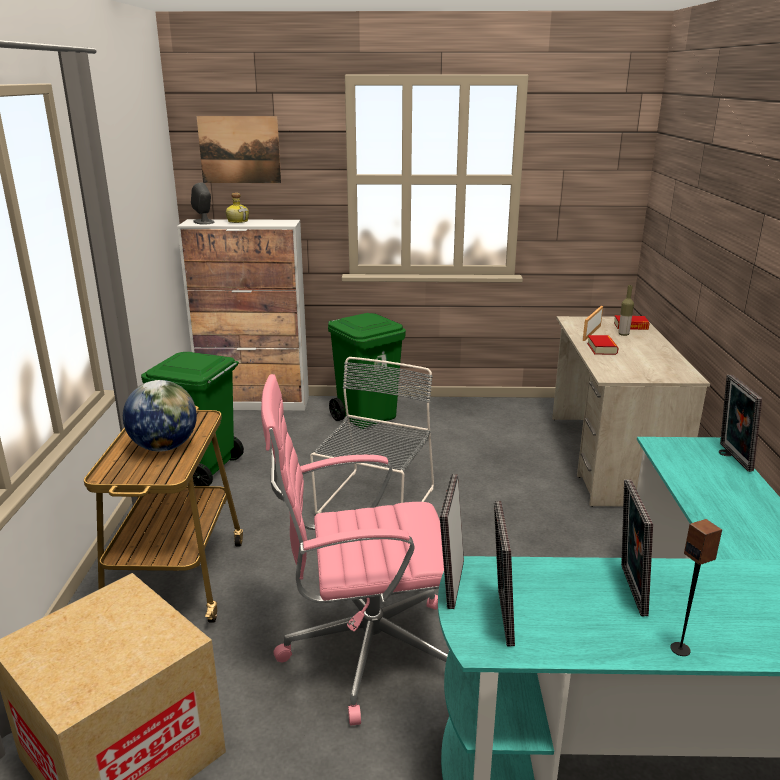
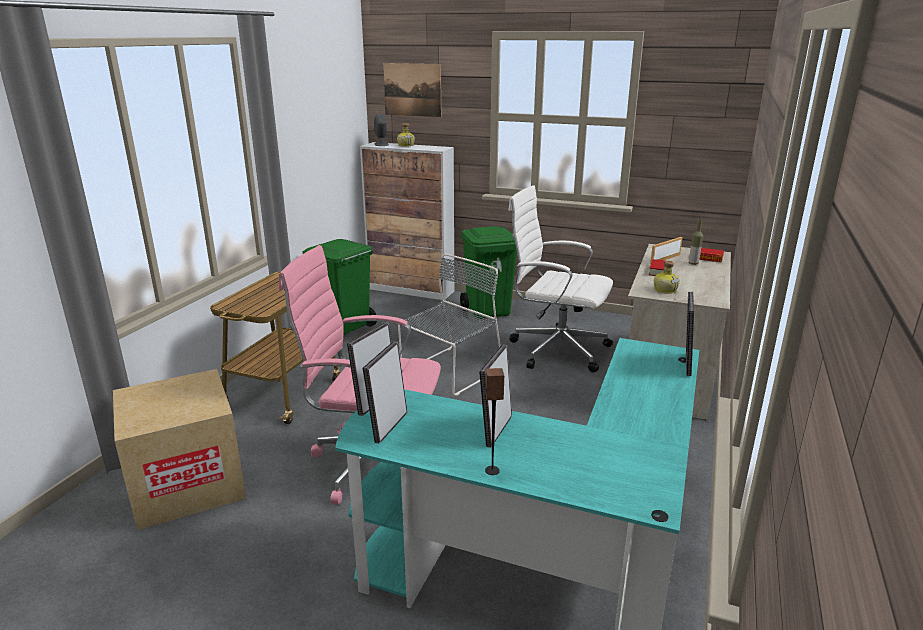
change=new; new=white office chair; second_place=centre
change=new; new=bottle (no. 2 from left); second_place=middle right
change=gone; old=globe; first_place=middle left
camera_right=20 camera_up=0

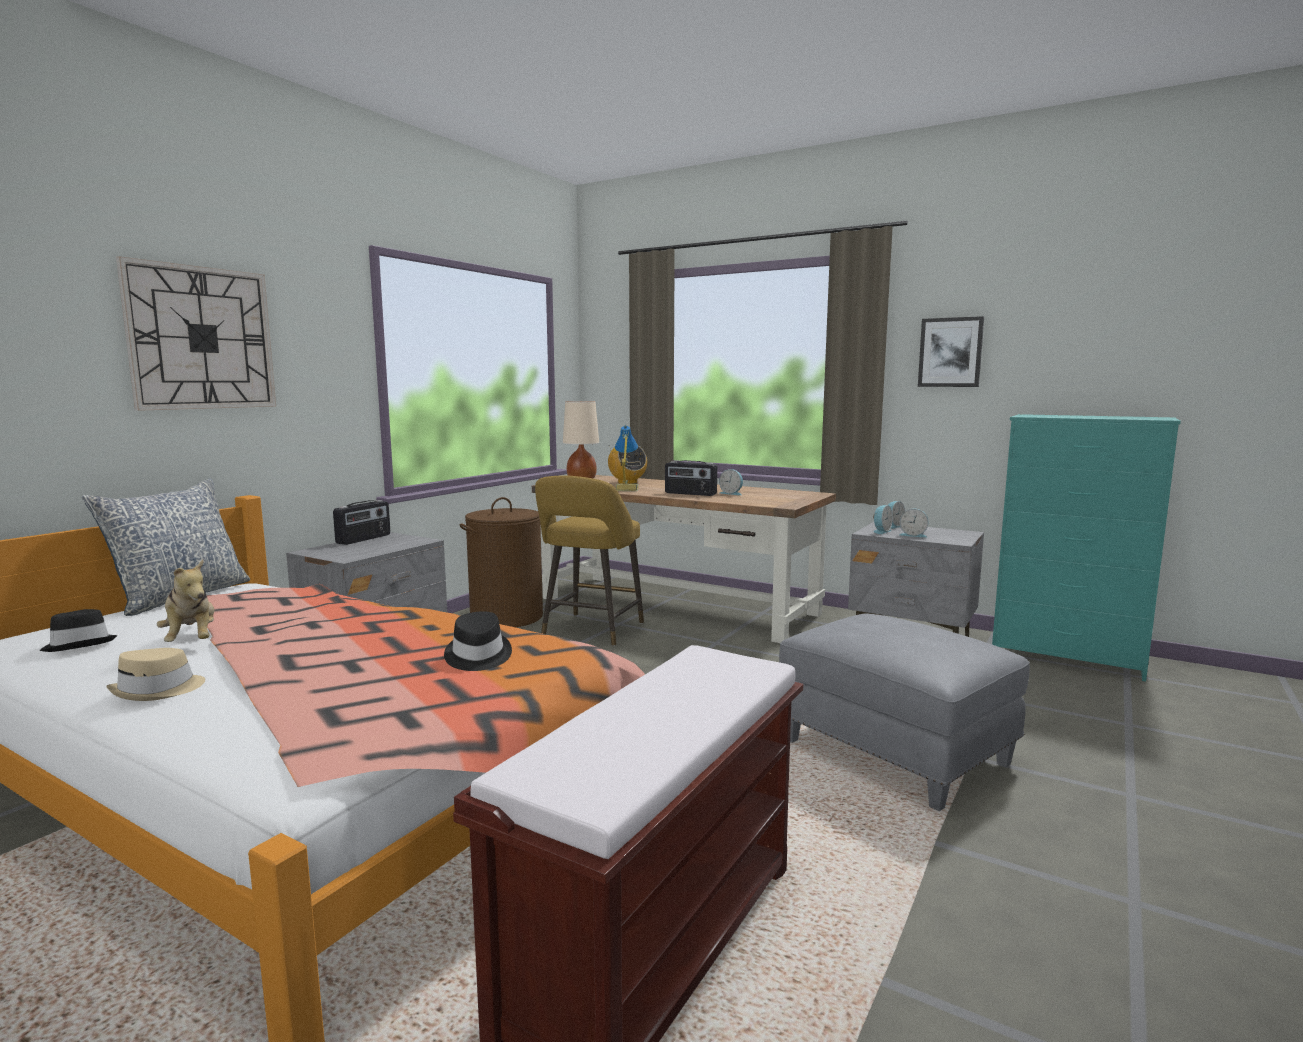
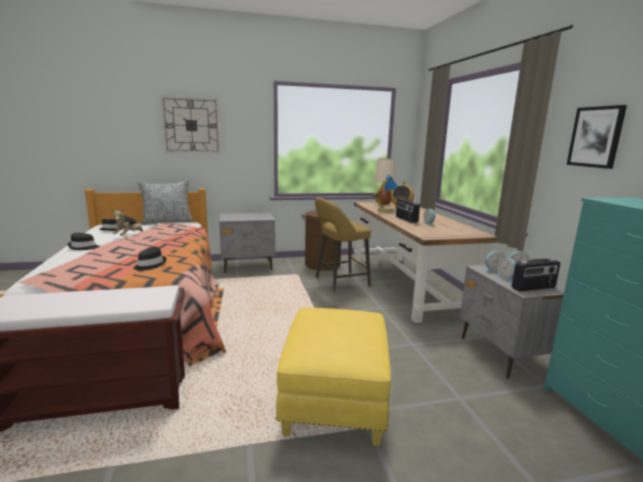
change=repainted; old=beige hat; new=black hat (no. 1 from left); first_place=middle left; second_place=middle left
change=repainted; old=grey ottoman; new=yellow ottoman; first_place=bottom right; second_place=bottom centre
change=shifted; old=radio (no. 1 from left in the first image); new=radio (no. 3 from left); first_place=middle left; second_place=middle right
camera_right=45 camera_up=5

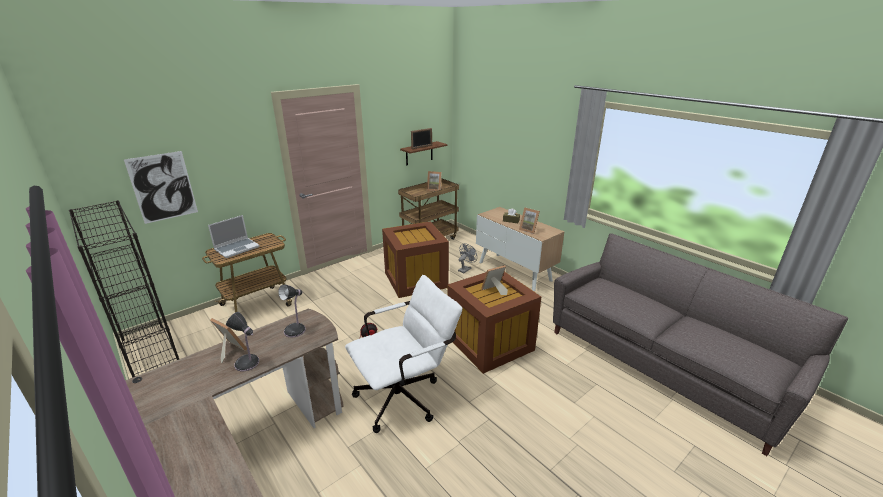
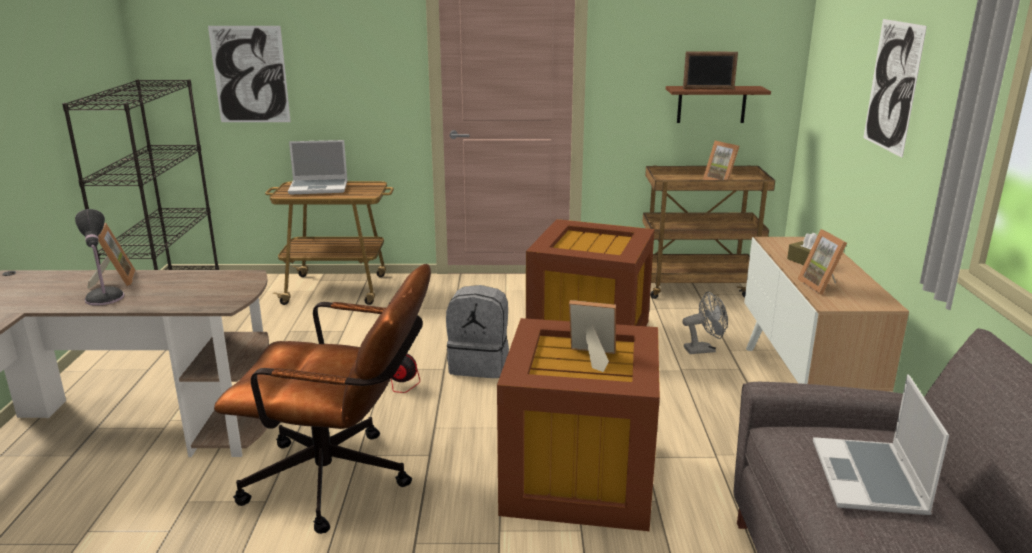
change=repainted; old=white office chair; new=brown office chair; first_place=bottom centre; second_place=bottom left
change=new; new=grey backpack; second_place=centre
change=new; new=laptop (no. 2 from left); second_place=bottom right
change=new; new=picture (no. 2 from left); second_place=top right
change=gone; old=table lamp (no. 2 from left); first_place=middle left
camera_right=40 camera_up=-5

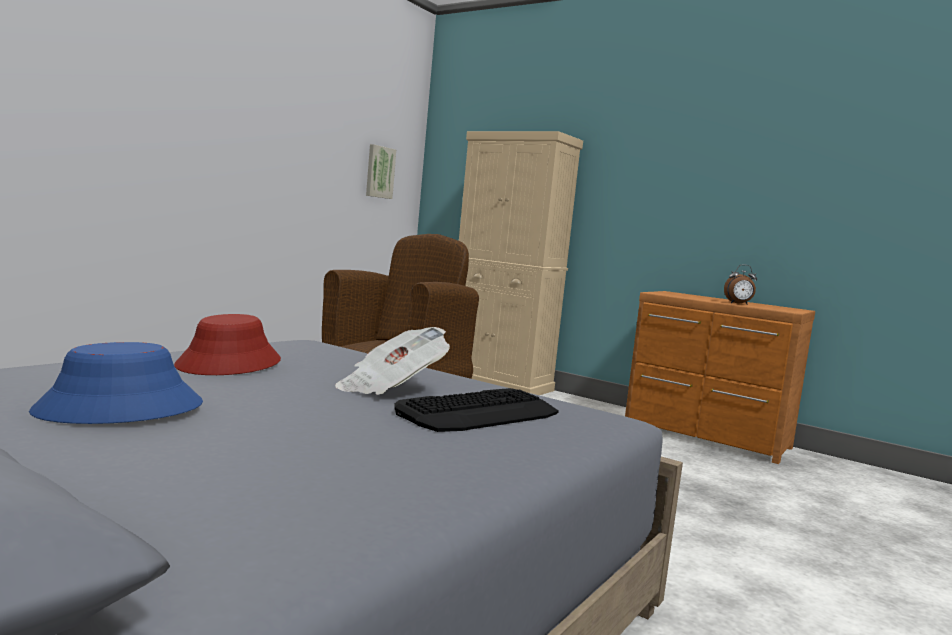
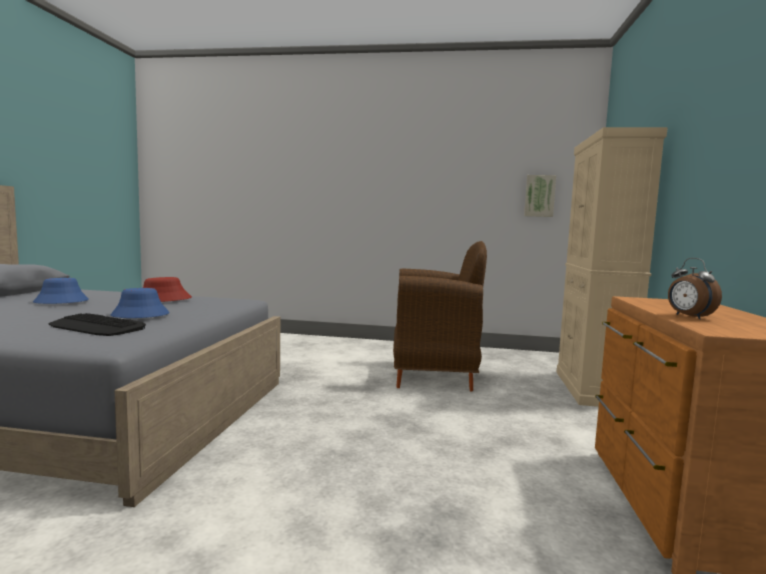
change=swapped; old=newspaper; new=blue hat (no. 2 from left); first_place=centre; second_place=middle left
camera_right=65 camera_up=0

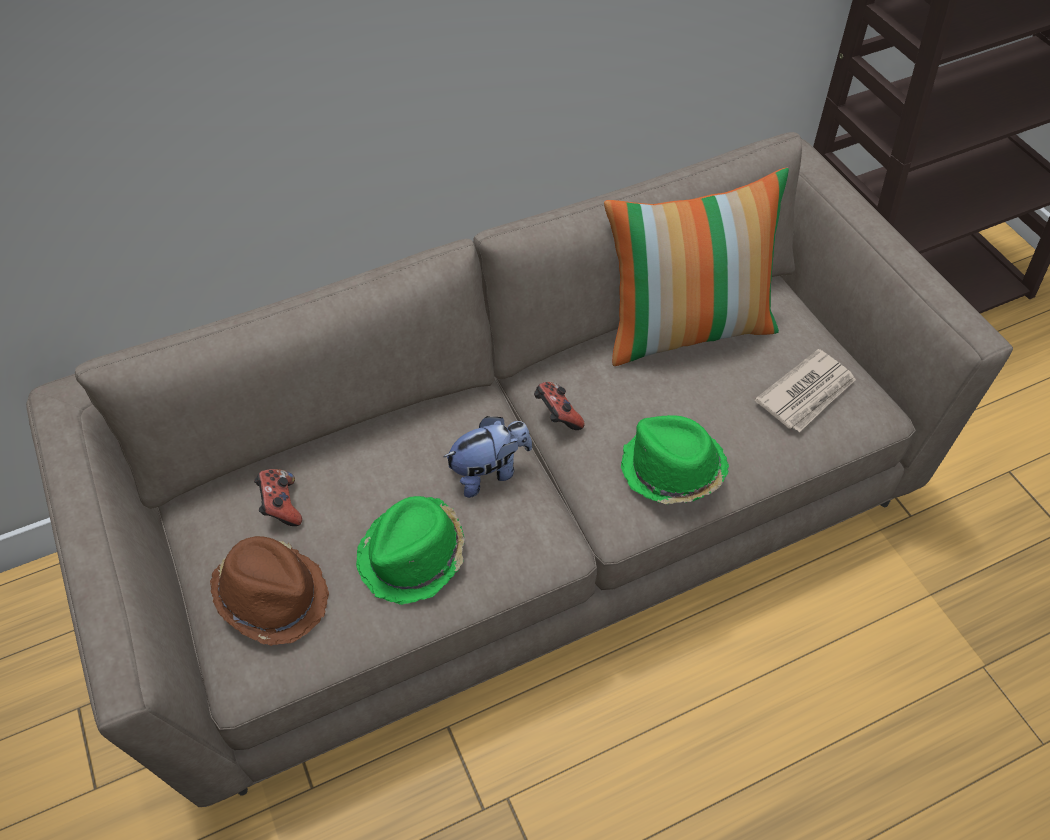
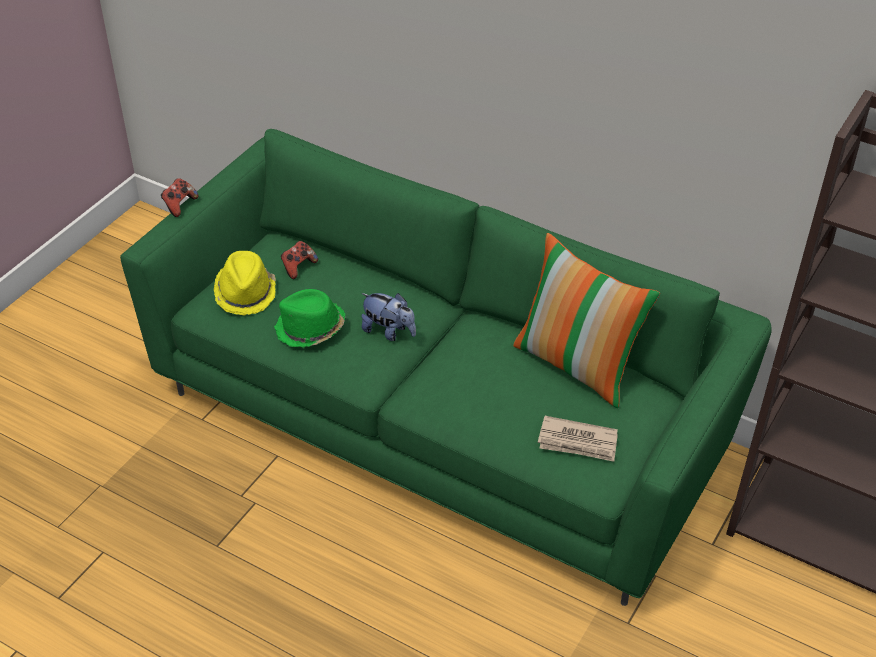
change=repainted; old=beige sofa; new=green sofa; first_place=centre; second_place=centre
change=shifted; old=game controller (no. 2 from left in the first image); new=game controller (no. 1 from left); first_place=centre; second_place=top left
change=repainted; old=brown hat; new=yellow hat; first_place=bottom left; second_place=middle left
change=gone; old=green hat (no. 2 from left); first_place=centre
camera_right=55 camera_up=-10

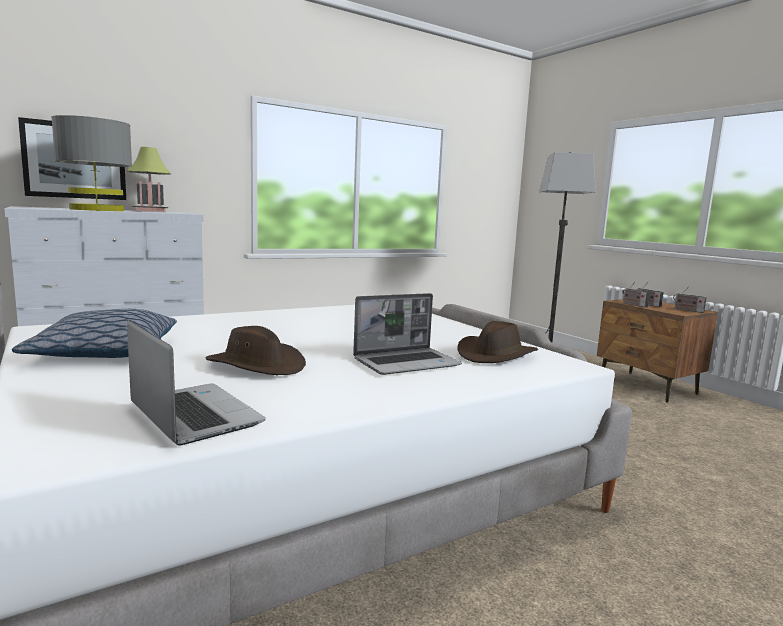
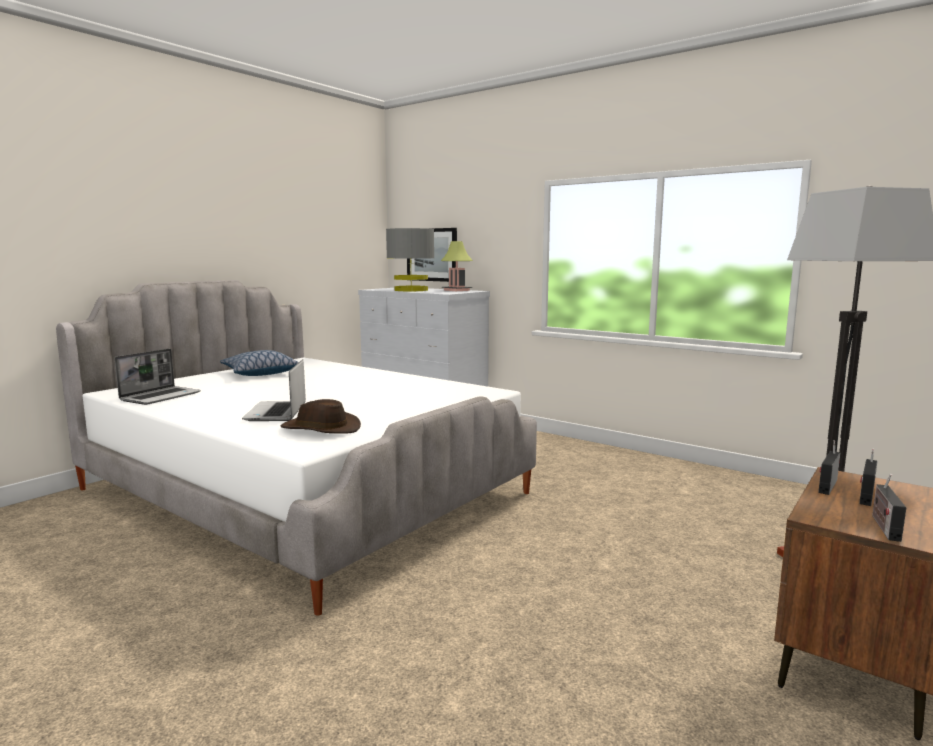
change=rotated; old=laptop (no. 2 from left); first_place=centre; second_place=middle left; degrees=45
change=gone; old=brown hat (no. 1 from left); first_place=middle left
camera_right=70 camera_up=0

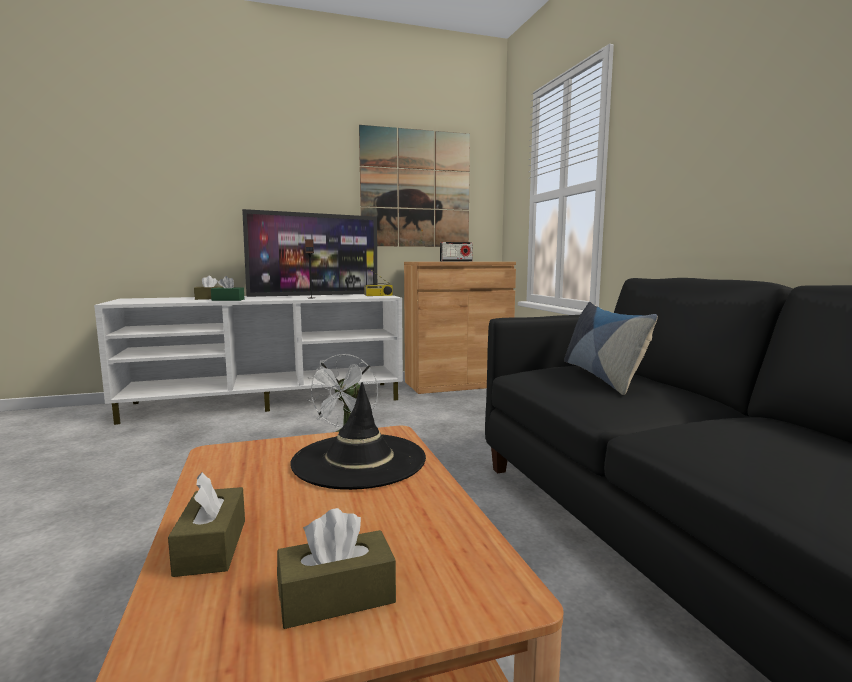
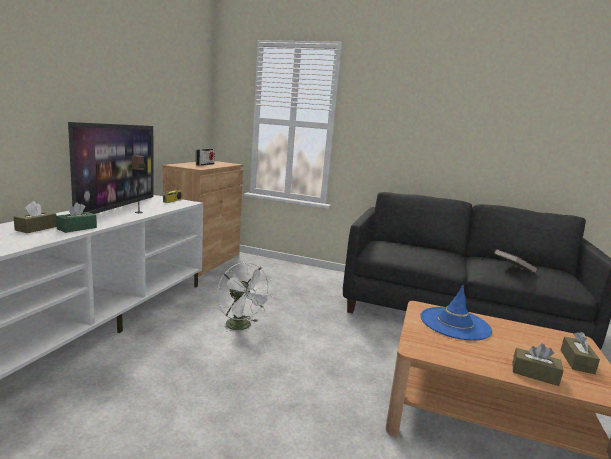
change=repainted; old=black hat; new=blue hat; first_place=centre; second_place=bottom right
change=new; new=brown book; second_place=middle right
change=gone; old=picture; first_place=top centre
change=gone; old=pillow; first_place=middle right
camera_right=-55 camera_up=5

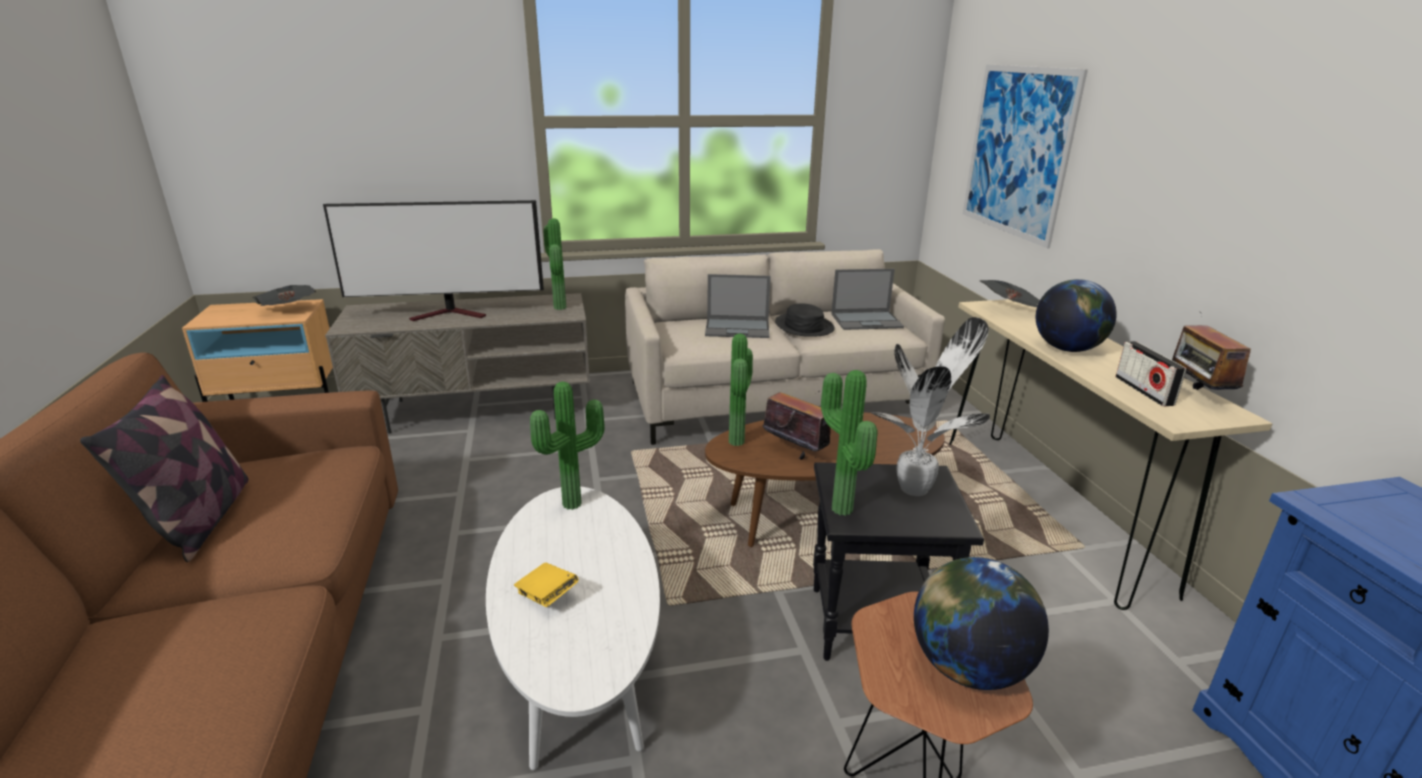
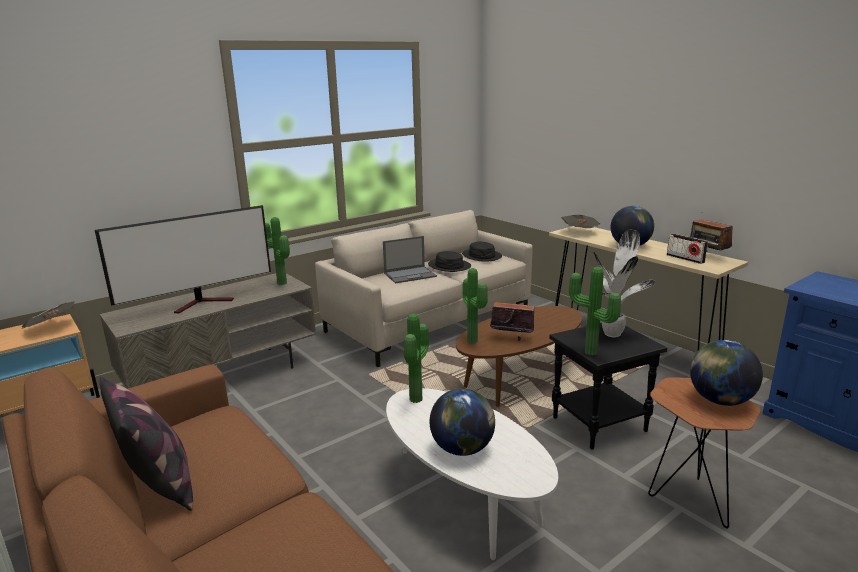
change=swapped; old=yellow book; new=globe (no. 1 from left); first_place=bottom centre; second_place=bottom centre
change=swapped; old=laptop (no. 2 from left); new=black hat (no. 2 from left); first_place=centre; second_place=centre
change=gone; old=picture; first_place=top right
camera_right=-25 camera_up=-5

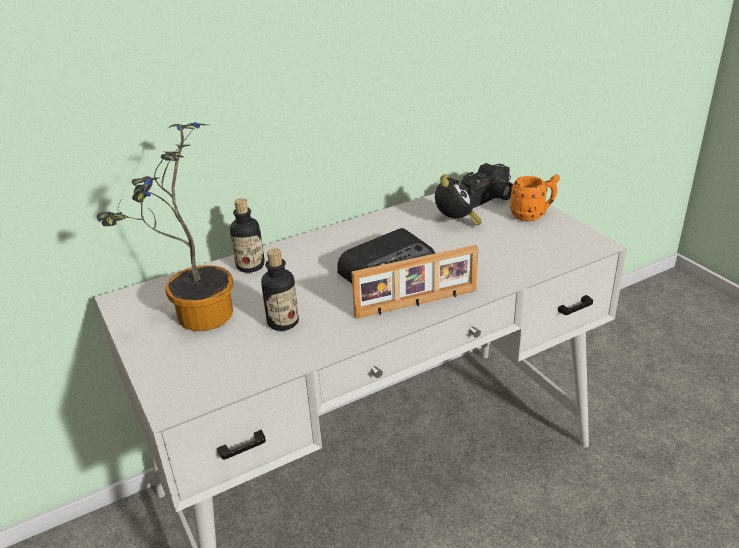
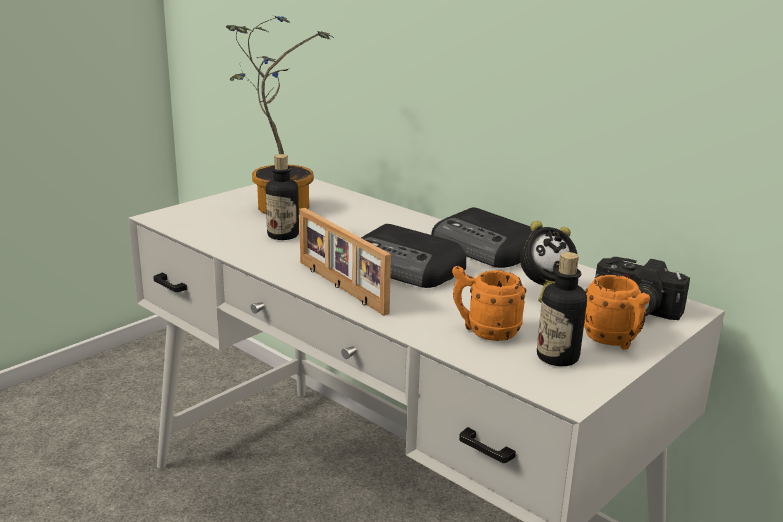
change=new; new=radio (no. 2 from left); second_place=centre
change=new; new=orange mug (no. 1 from left); second_place=centre
change=shifted; old=bottle (no. 1 from left in the first image); new=bottle (no. 2 from left); first_place=centre; second_place=middle right
camera_right=70 camera_up=-10

